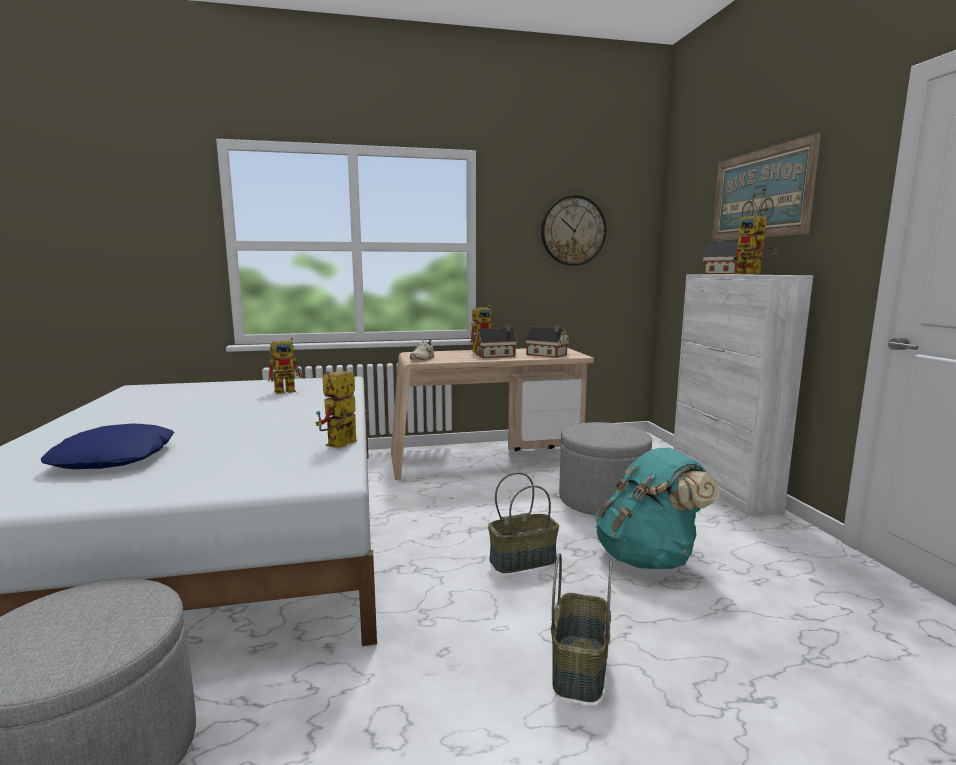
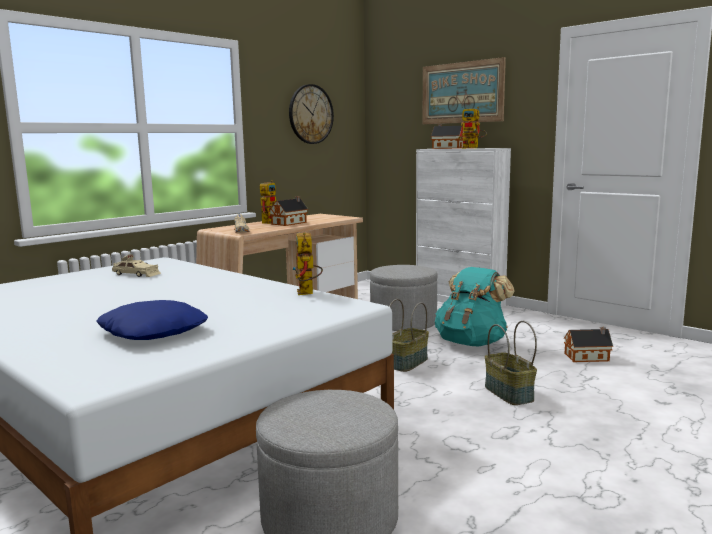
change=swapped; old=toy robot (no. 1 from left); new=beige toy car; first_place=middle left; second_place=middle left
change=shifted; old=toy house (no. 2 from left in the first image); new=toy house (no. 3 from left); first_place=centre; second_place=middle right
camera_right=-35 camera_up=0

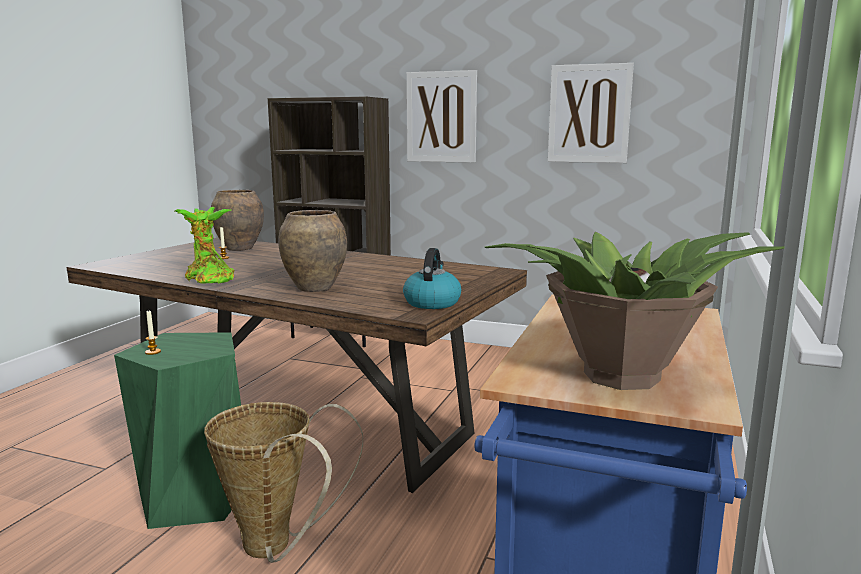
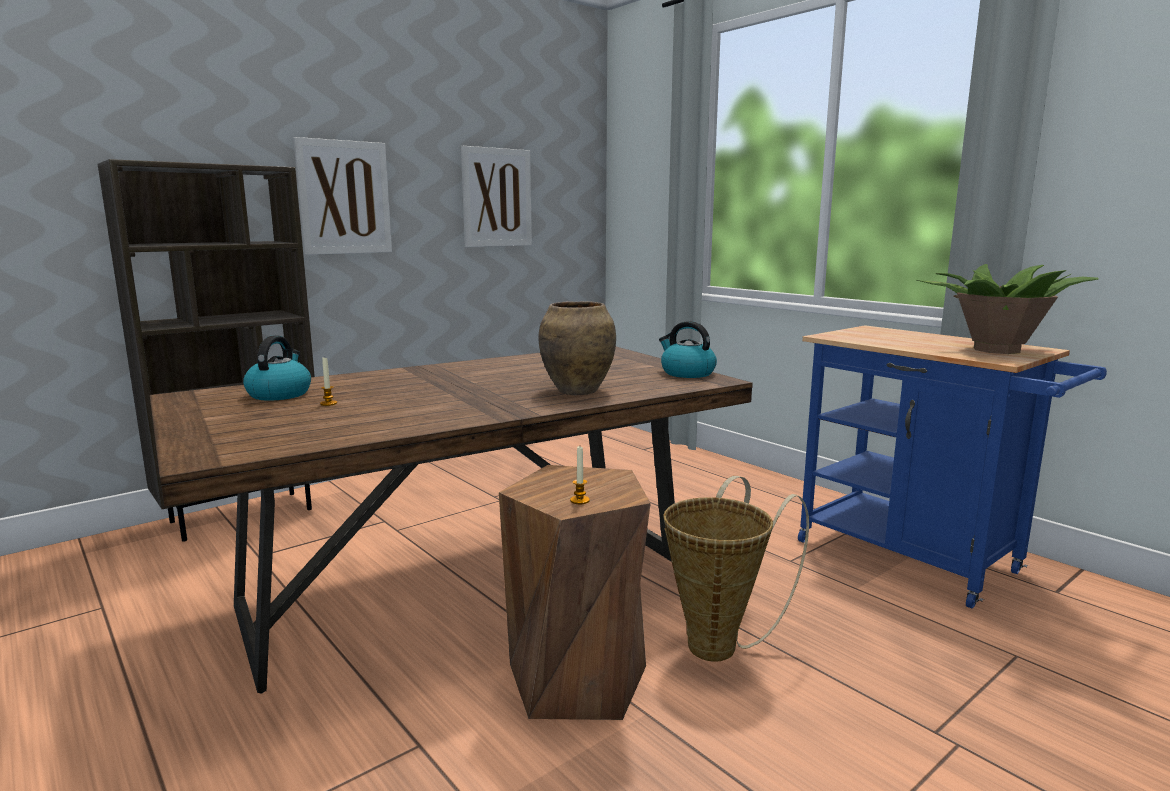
change=swapped; old=brown vase (no. 1 from left); new=kettle (no. 1 from left); first_place=middle left; second_place=middle left
change=repainted; old=green stool; new=brown stool; first_place=bottom left; second_place=bottom centre
change=gone; old=potted plant (no. 1 from left); first_place=middle left
camera_right=-60 camera_up=0

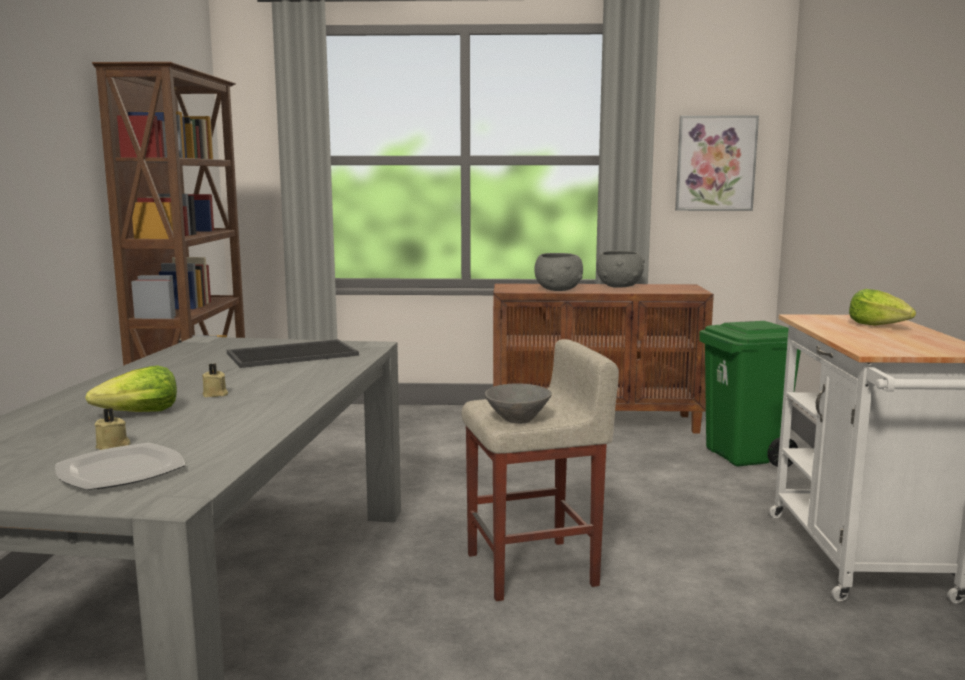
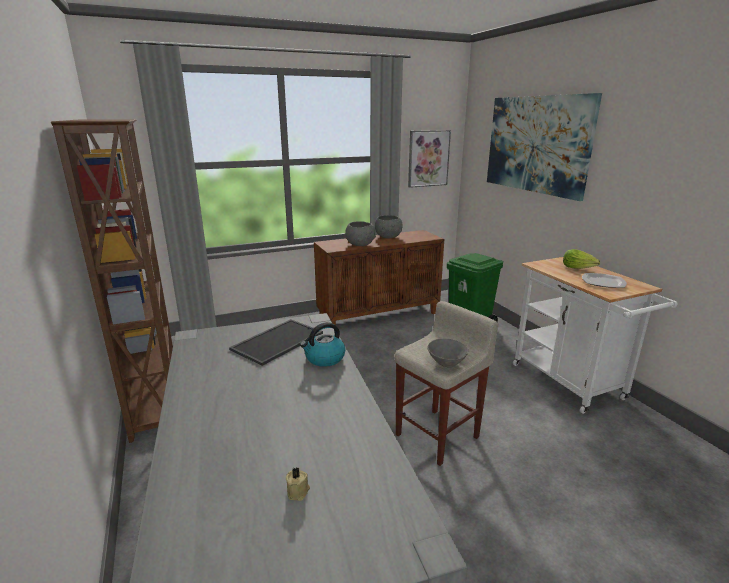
change=new; new=kettle; second_place=centre
change=new; new=picture (no. 2 from left); second_place=top right
change=shifted; old=plate; first_place=bottom left; second_place=middle right
change=gone; old=lettuce (no. 1 from left); first_place=middle left
change=gone; old=beige candle (no. 2 from left); first_place=middle left
camera_right=-25 camera_up=10

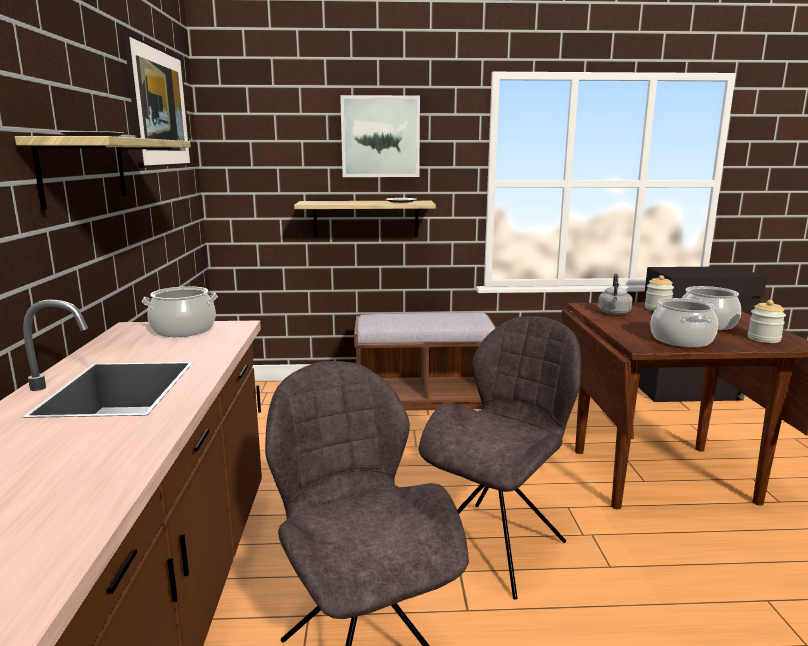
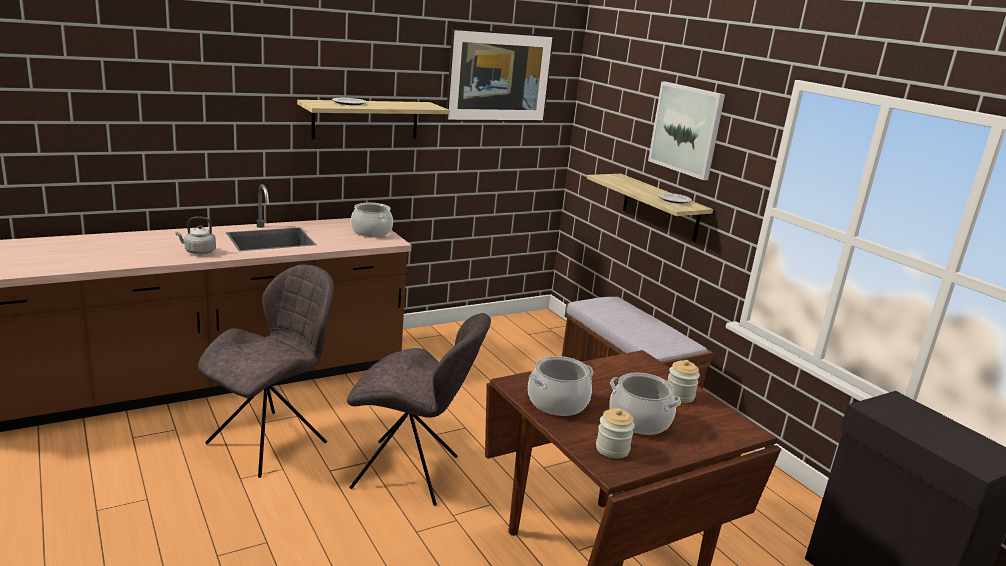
change=shifted; old=grey kettle; first_place=middle right; second_place=middle left
camera_right=60 camera_up=5

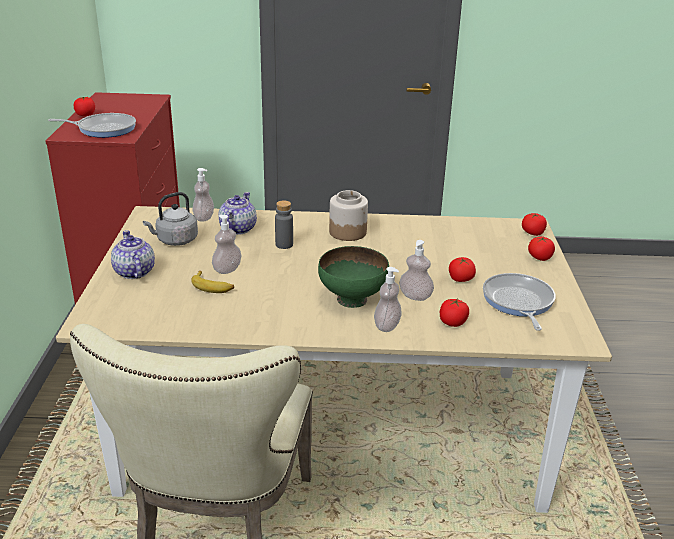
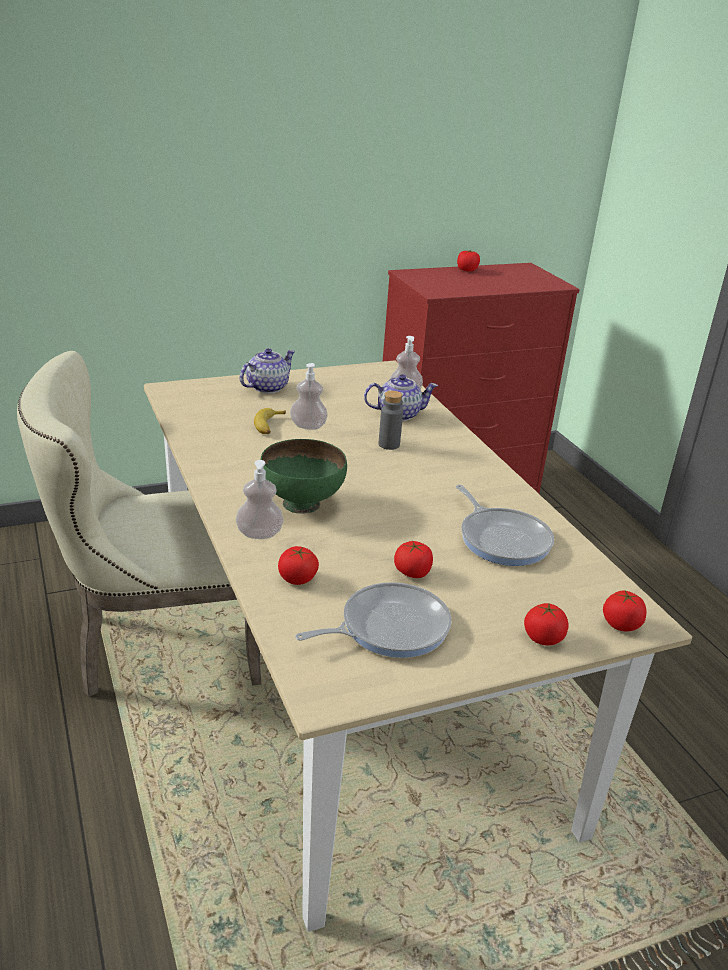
change=shifted; old=frying pan (no. 1 from left in the first image); new=frying pan (no. 2 from left); first_place=top left; second_place=middle right
change=gone; old=grey kettle; first_place=middle left
change=gone; old=jar; first_place=centre
change=gone; old=soap dispenser (no. 4 from left); first_place=centre
camera_right=65 camera_up=0

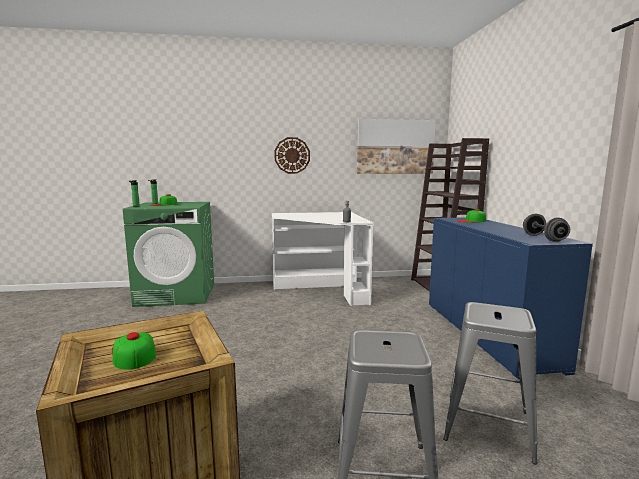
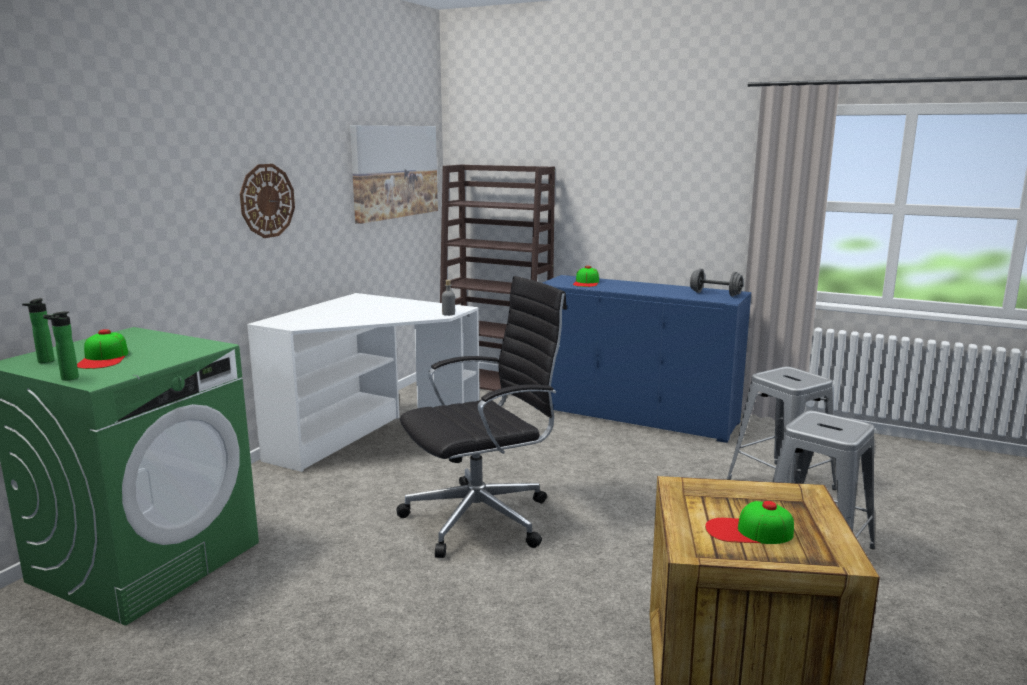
change=new; new=black office chair; second_place=centre
camera_right=-55 camera_up=5

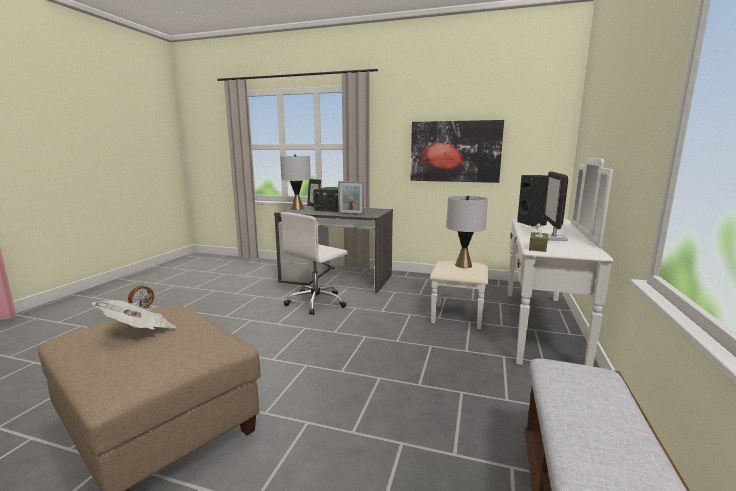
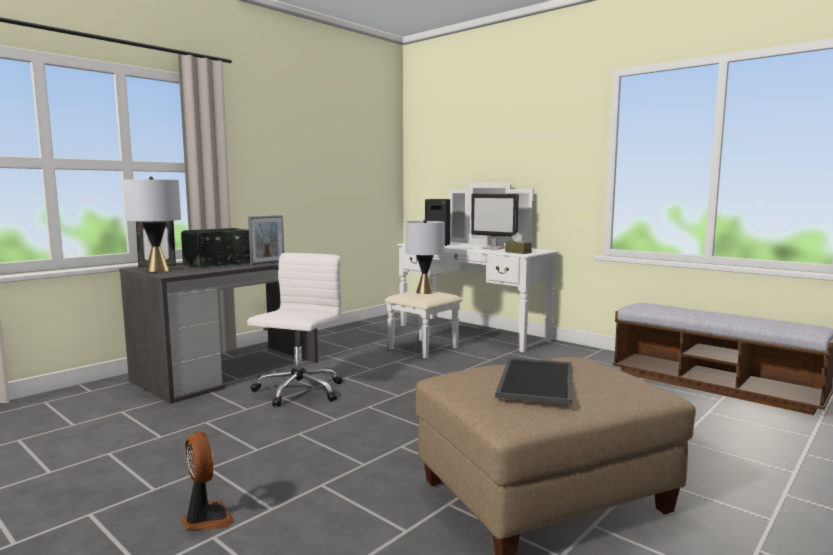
change=rotated; old=white office chair; first_place=centre; second_place=centre; degrees=-135
change=swapped; old=newspaper; new=tray; first_place=middle left; second_place=bottom centre
change=gone; old=picture; first_place=top centre
camera_right=-65 camera_up=-5

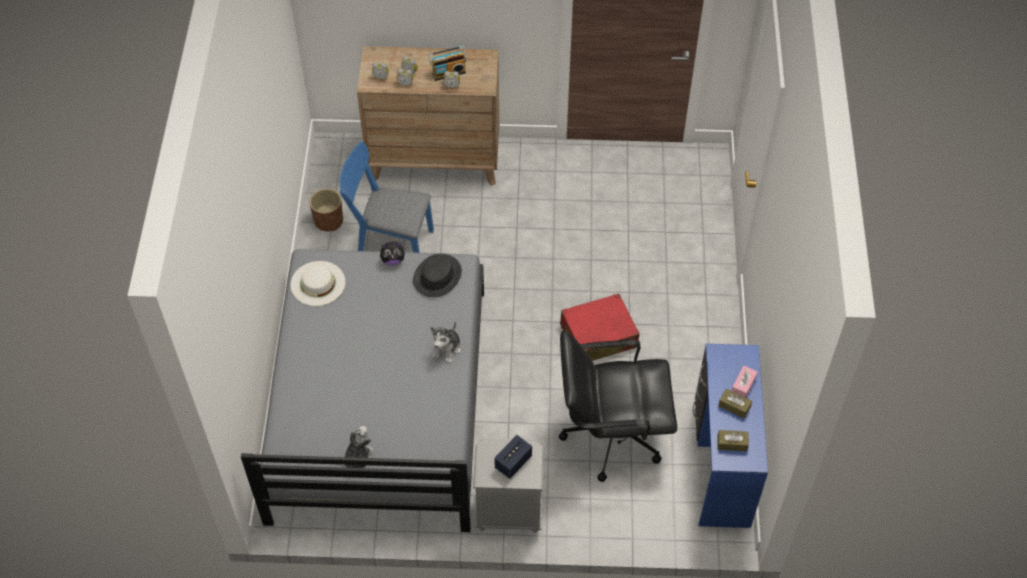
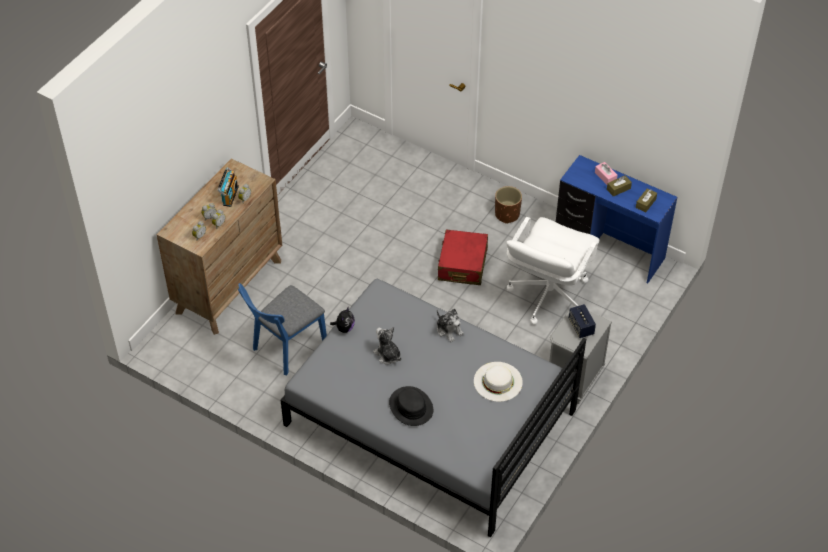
change=shifted; old=plush toy (no. 1 from left in the first image); new=plush toy (no. 2 from left); first_place=bottom centre; second_place=centre
change=shifted; old=black hat; first_place=centre; second_place=bottom centre
change=shifted; old=white hat; first_place=middle left; second_place=bottom centre
change=shifted; old=brown planter; first_place=middle left; second_place=centre
change=repainted; old=black office chair; new=white office chair; first_place=bottom centre; second_place=middle right
camera_right=-60 camera_up=-5

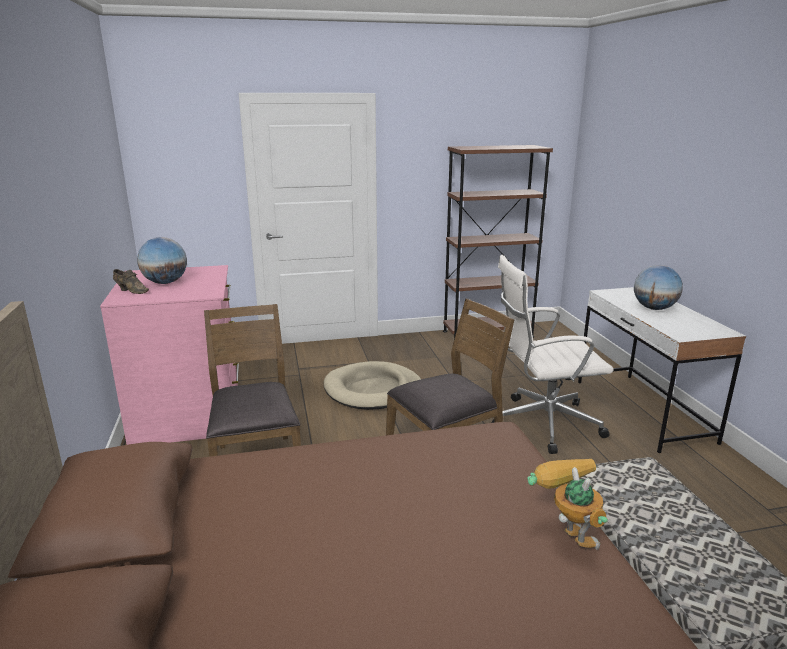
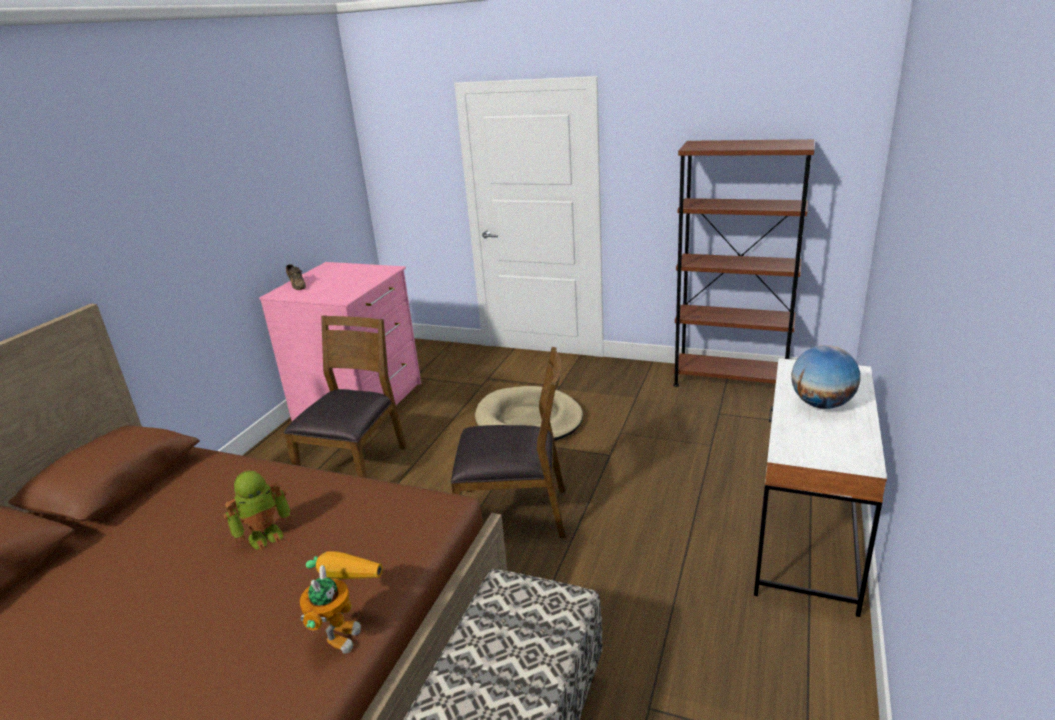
change=new; new=toy robot (no. 1 from left); second_place=bottom left
change=gone; old=globe (no. 1 from left); first_place=middle left
change=gone; old=white office chair; first_place=middle right
camera_right=35 camera_up=5

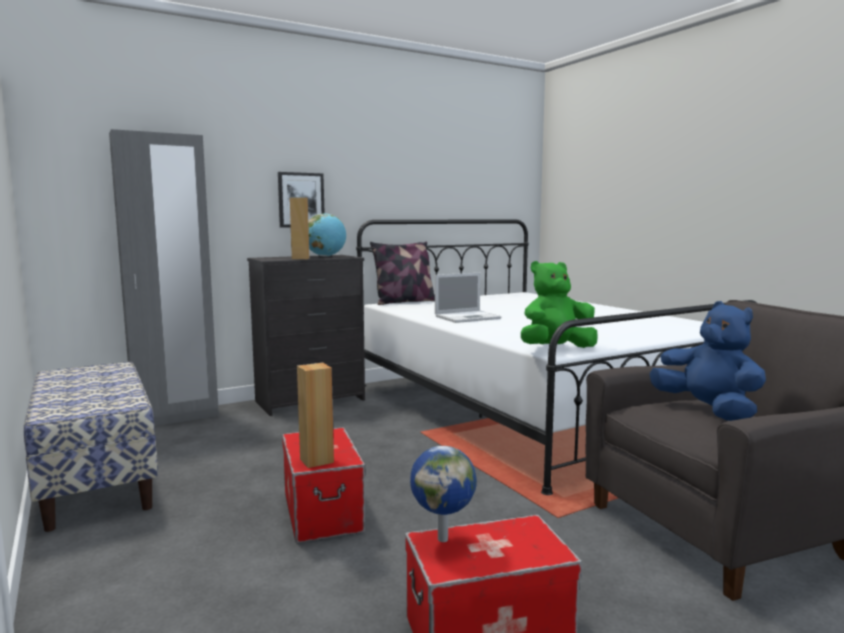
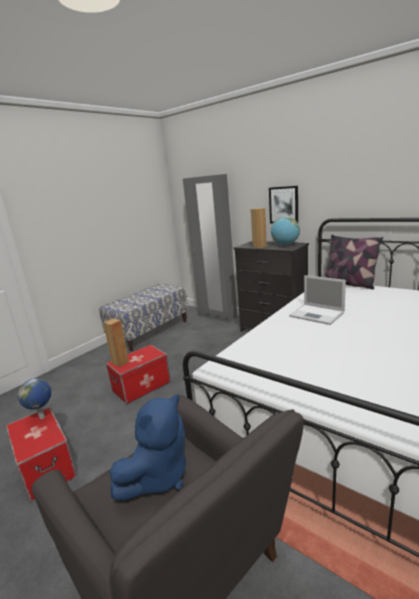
change=gone; old=green plush toy; first_place=centre
camera_right=70 camera_up=10

